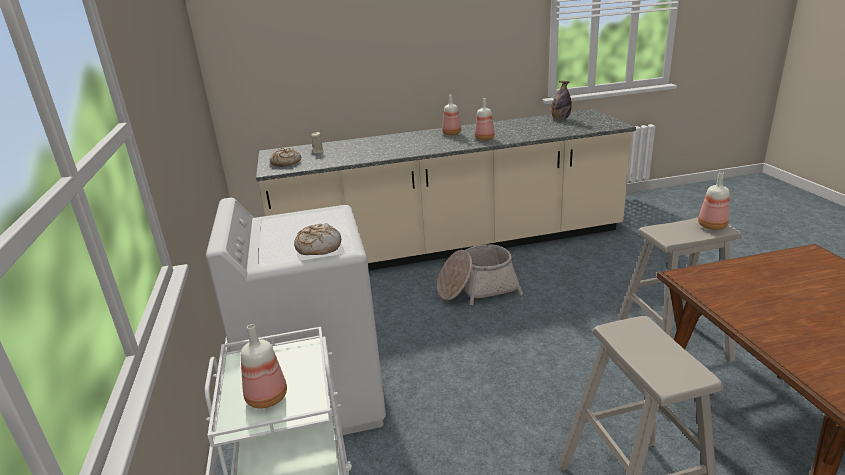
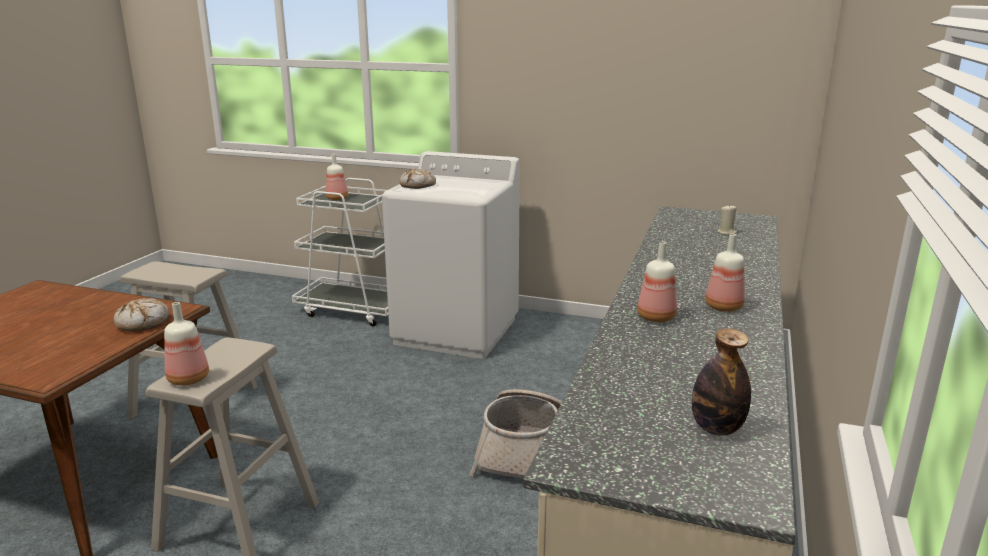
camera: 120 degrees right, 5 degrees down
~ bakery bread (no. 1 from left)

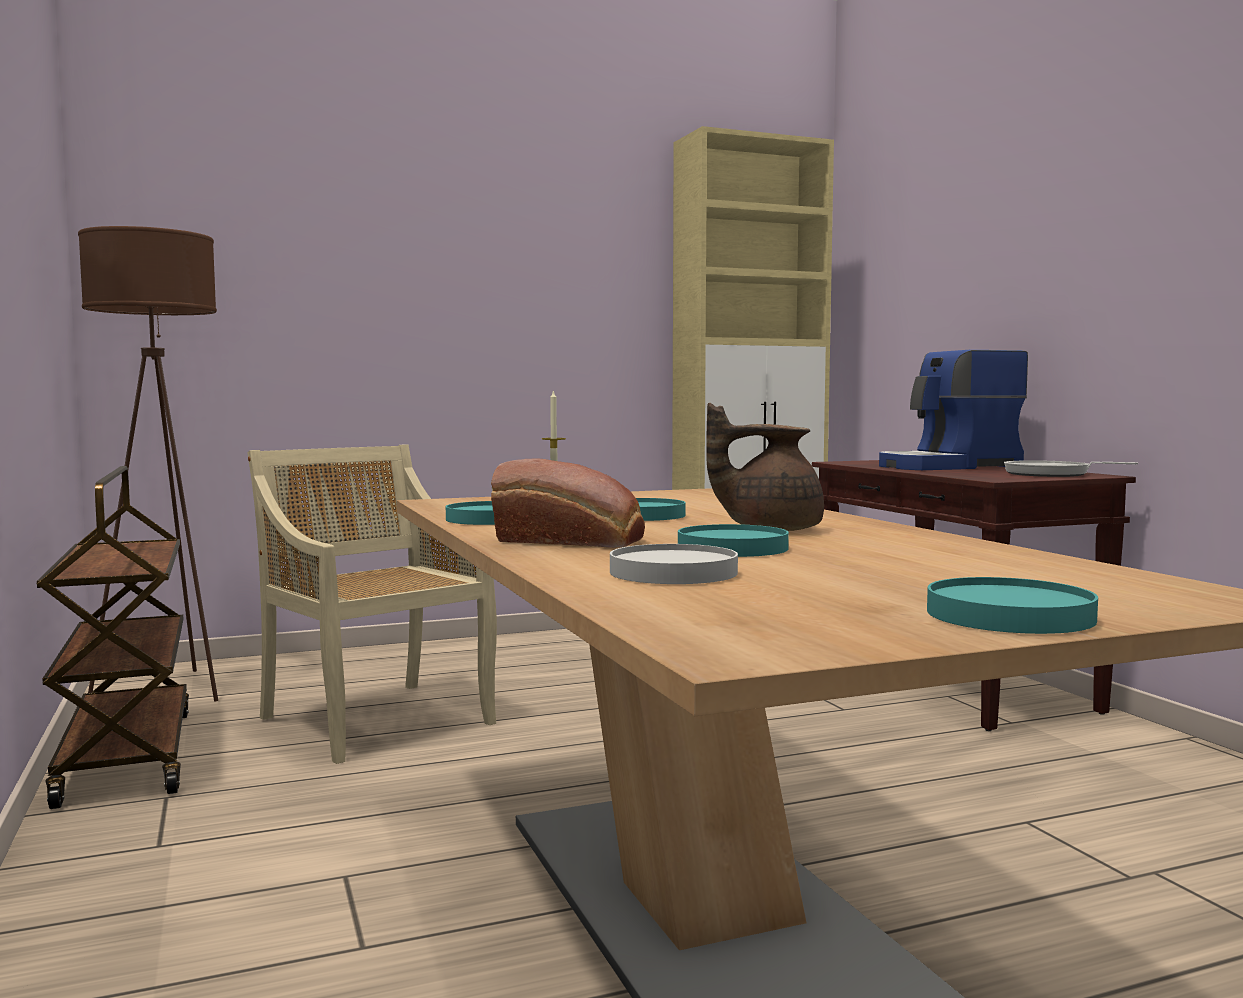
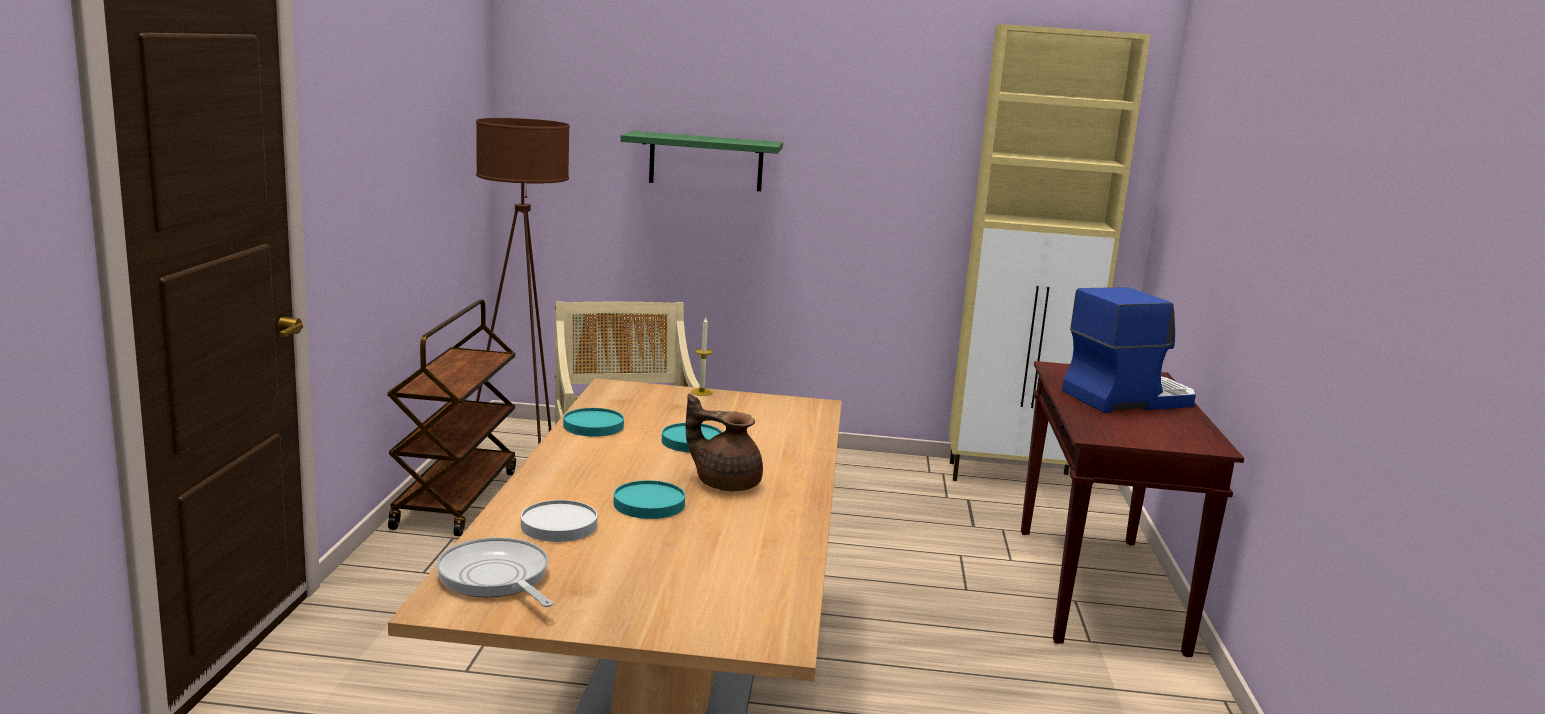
camera: 25 degrees right, 10 degrees up
~ frying pan
+ green bracket shelf
~ coffee maker 150 degrees clockwise
- bakery bread
- turquoise-coloured flat dish (no. 4 from left)

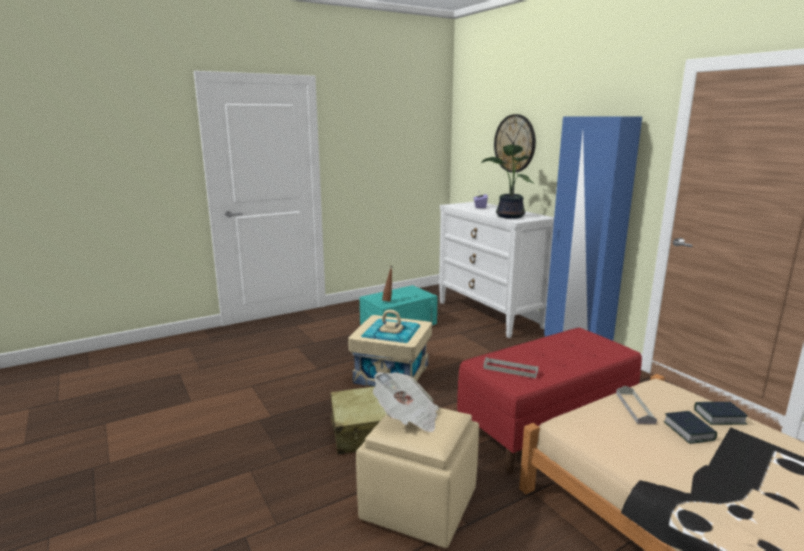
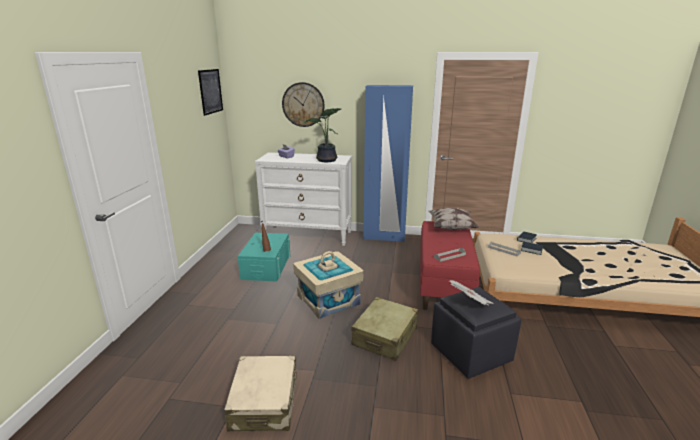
camera: 50 degrees left, 5 degrees up
+ picture
+ beige piece of luggage (no. 1 from left)
+ throw pillow
~ beige ottoman to black-coloured ottoman

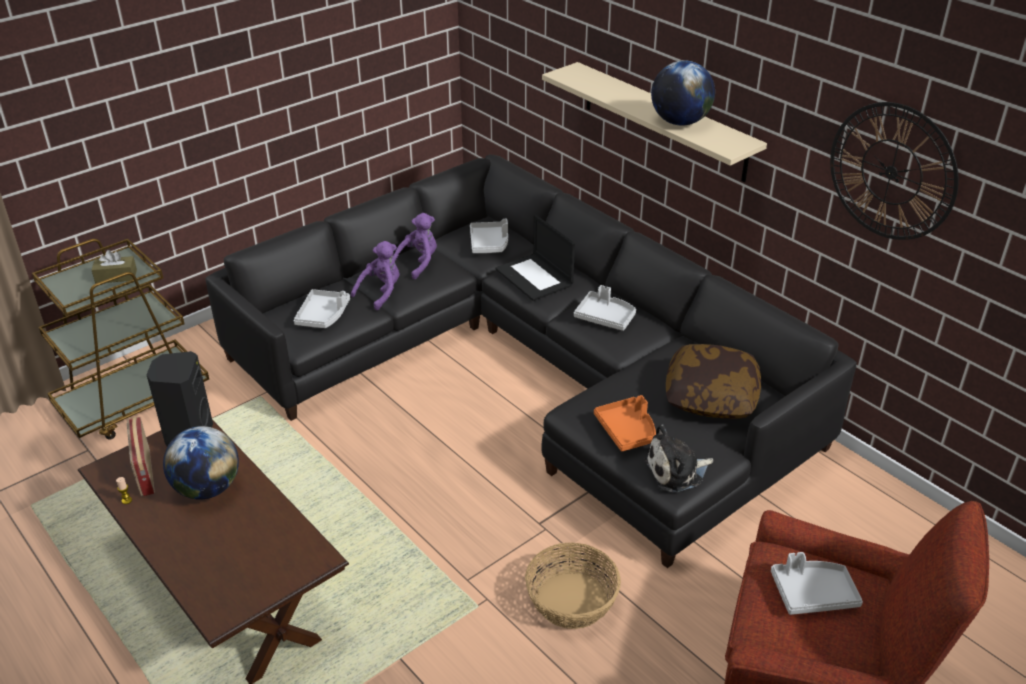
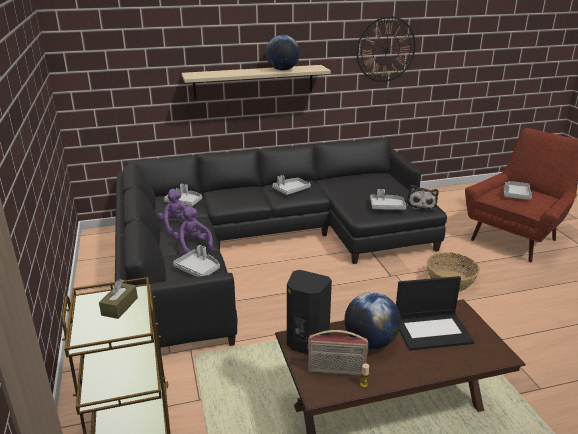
camera: 65 degrees left, 10 degrees down
~ orangey carrying tray to grey carrying tray (no. 4 from left)
~ notebook computer
- throw pillow

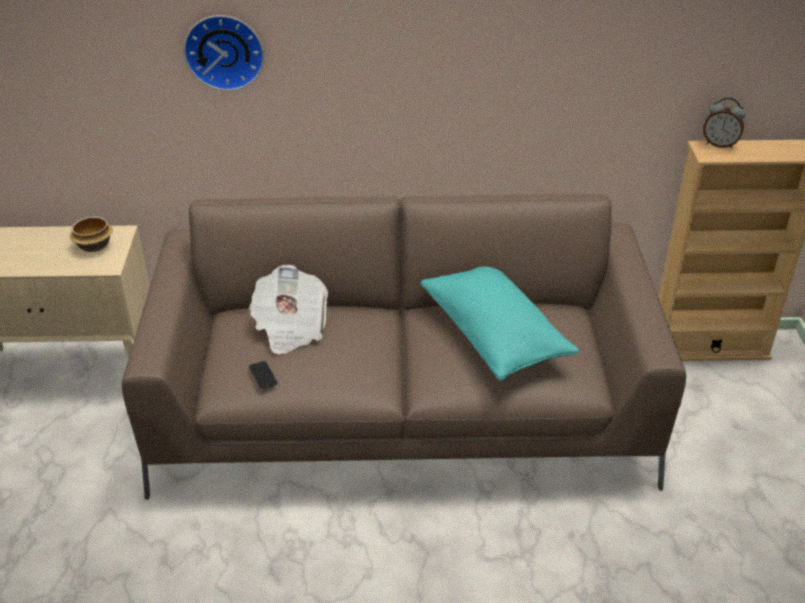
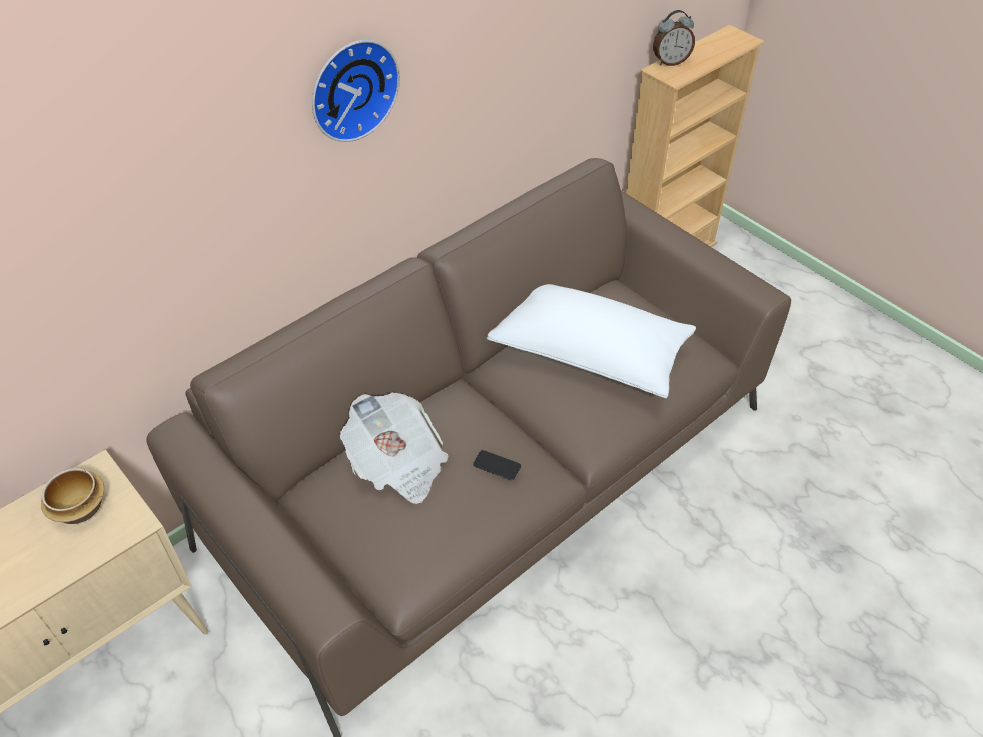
camera: 40 degrees left, 10 degrees up
~ clock on the wall
~ handset
~ turquoise-coloured throw pillow to white-coloured throw pillow

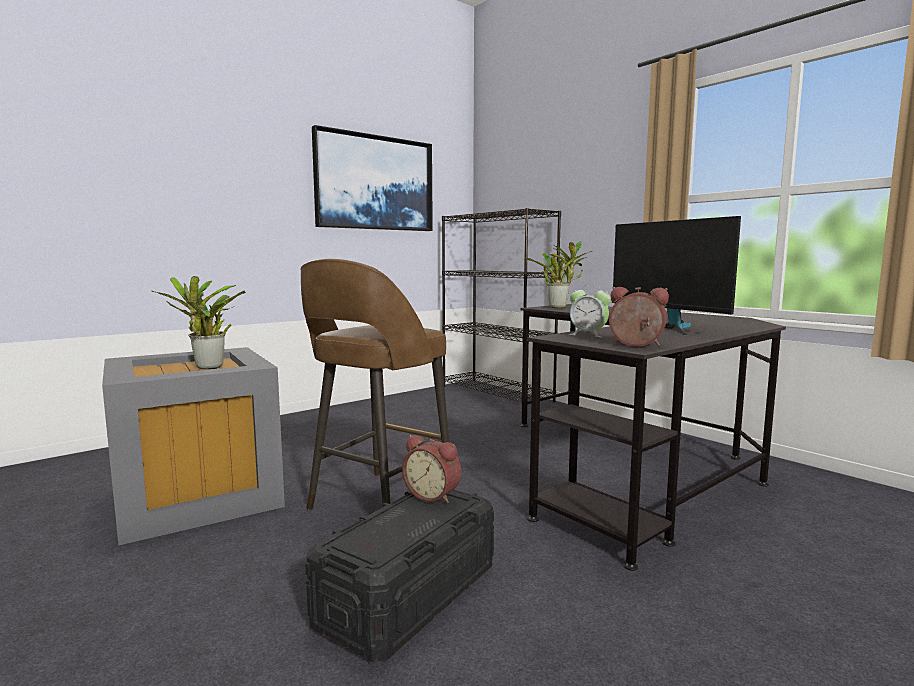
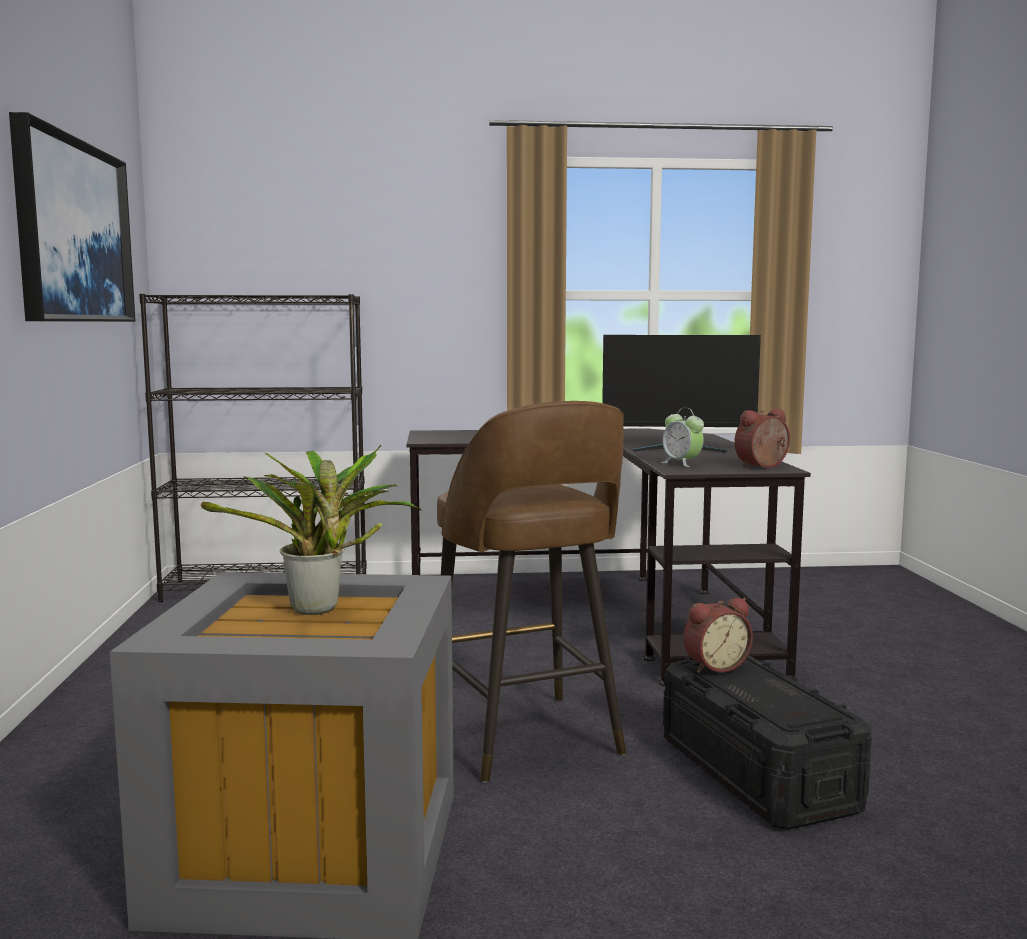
camera: 55 degrees left, 0 degrees up
~ bedside clock (no. 2 from left in the first image) 75 degrees clockwise
- plant in a pot (no. 2 from left)

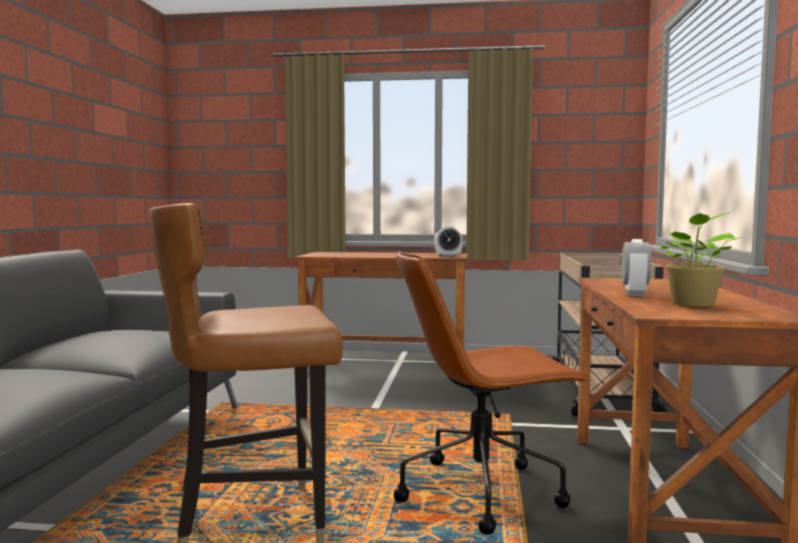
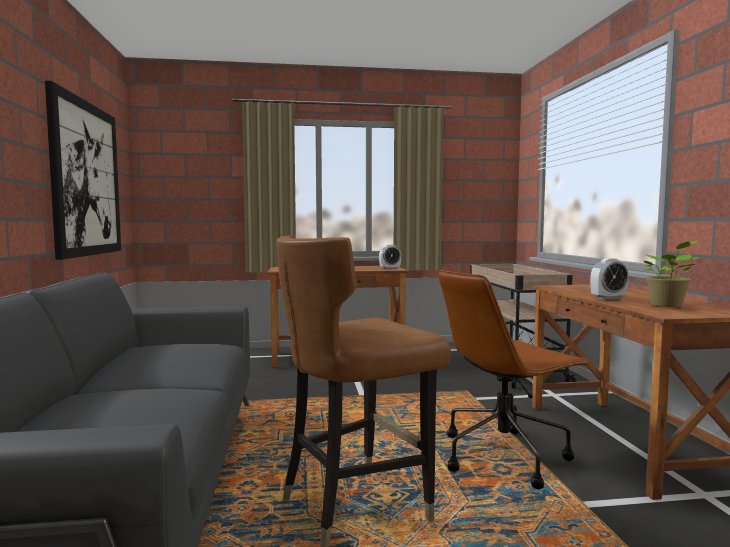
camera: 15 degrees left, 0 degrees up
+ picture
~ bedside clock (no. 2 from left) 75 degrees clockwise

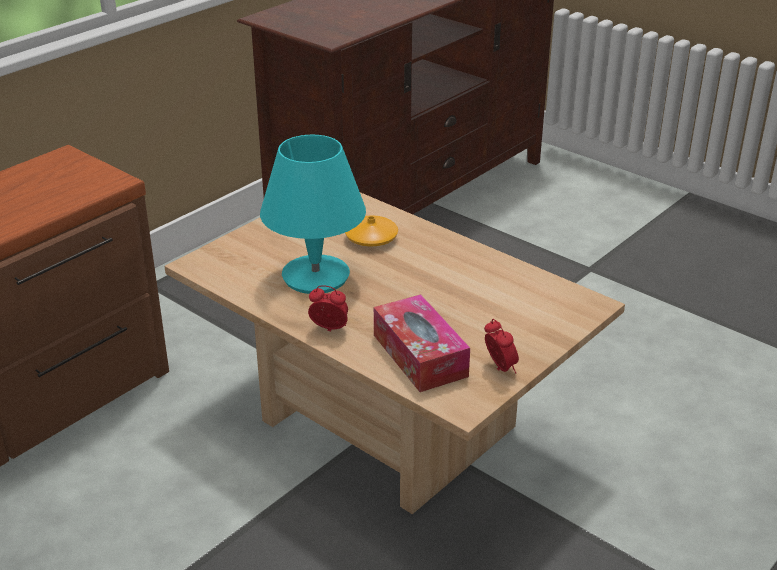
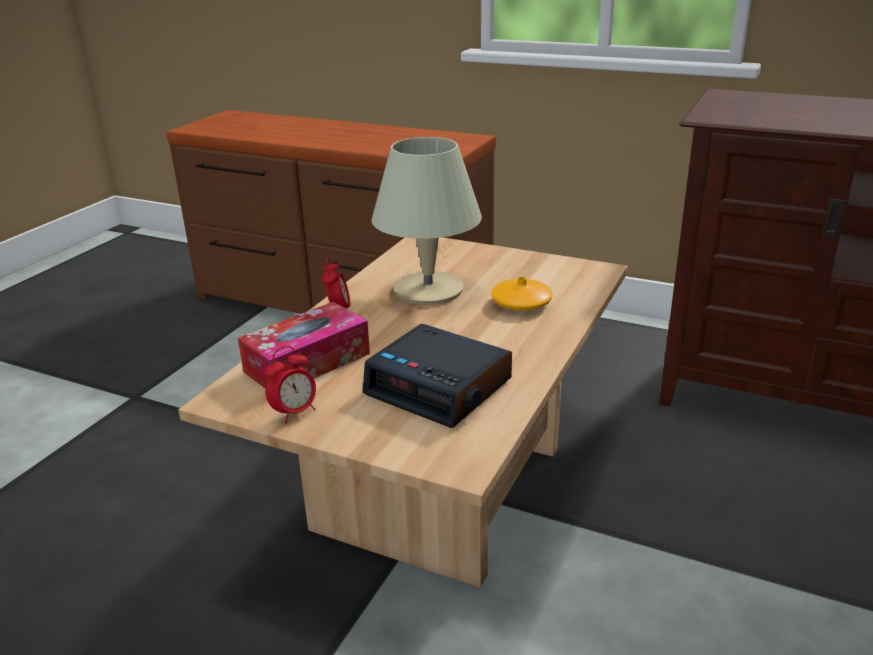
camera: 75 degrees right, 5 degrees down
+ bedside clock (no. 3 from left)
~ turquoise-coloured lamp for a table to beige lamp for a table

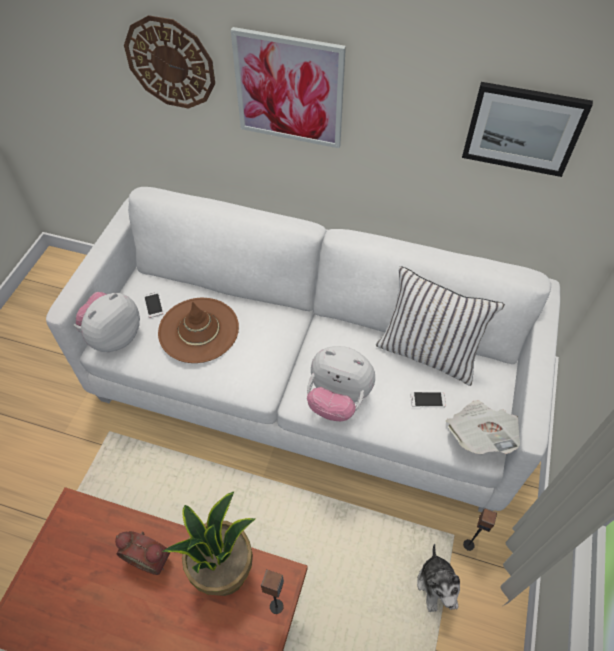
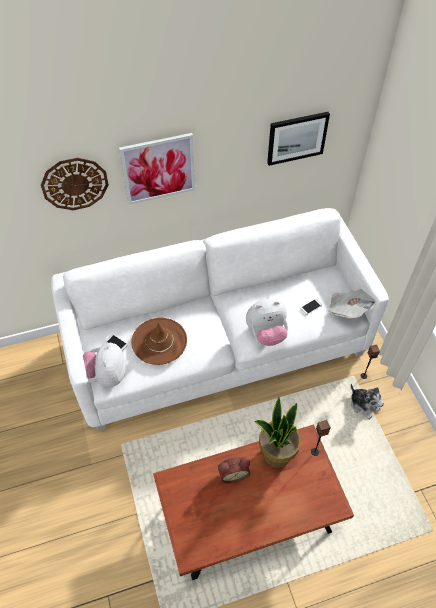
camera: 35 degrees left, 0 degrees up
- white-coloured throw pillow

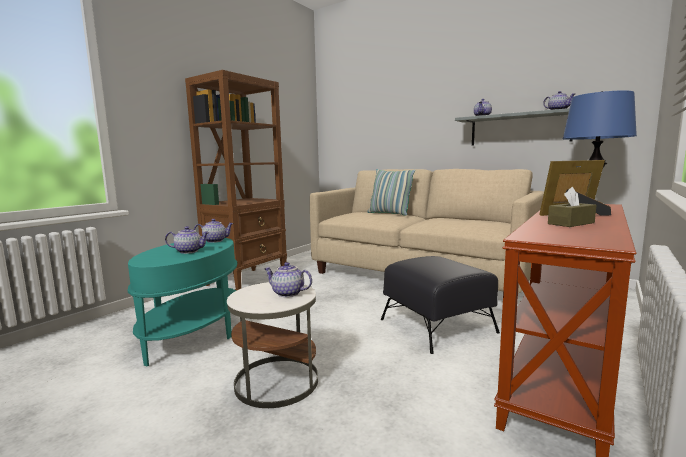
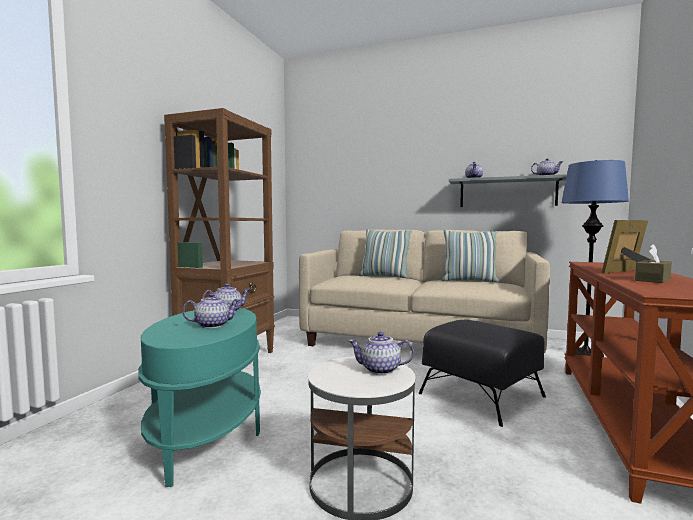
camera: 15 degrees left, 5 degrees down
+ throw pillow (no. 2 from left)

